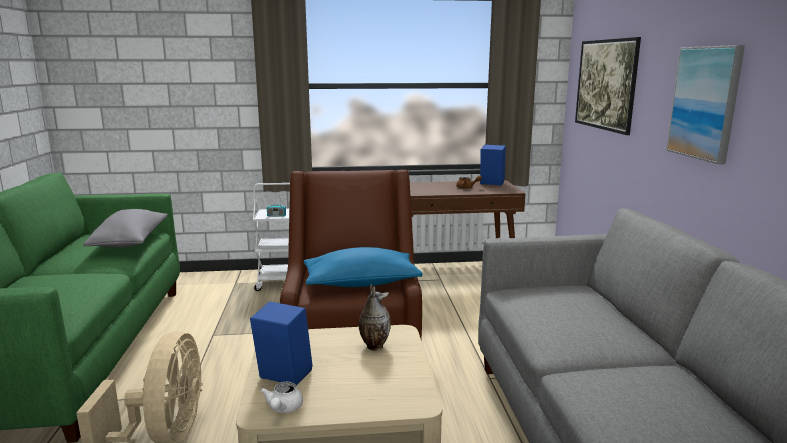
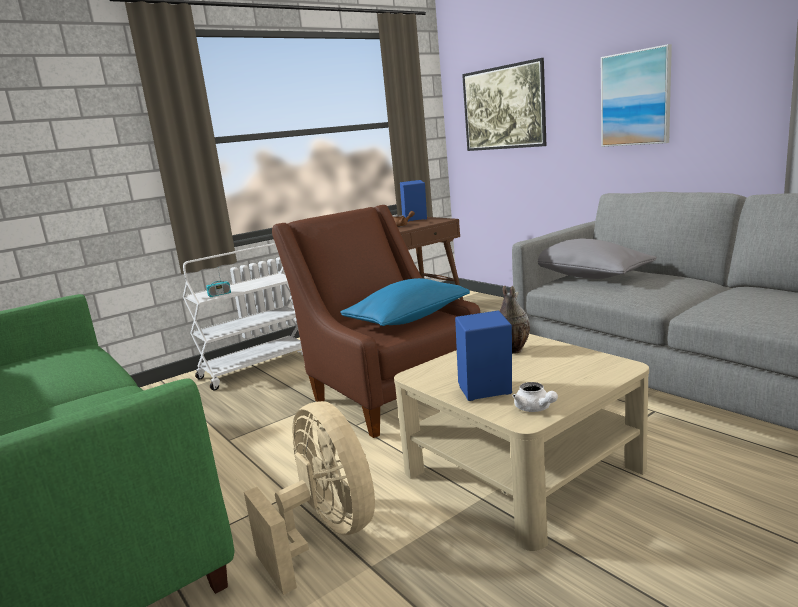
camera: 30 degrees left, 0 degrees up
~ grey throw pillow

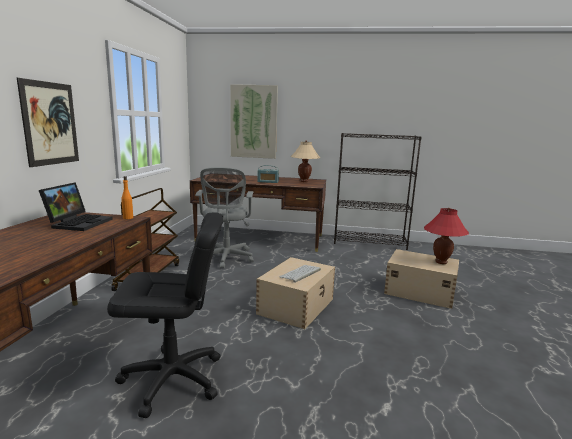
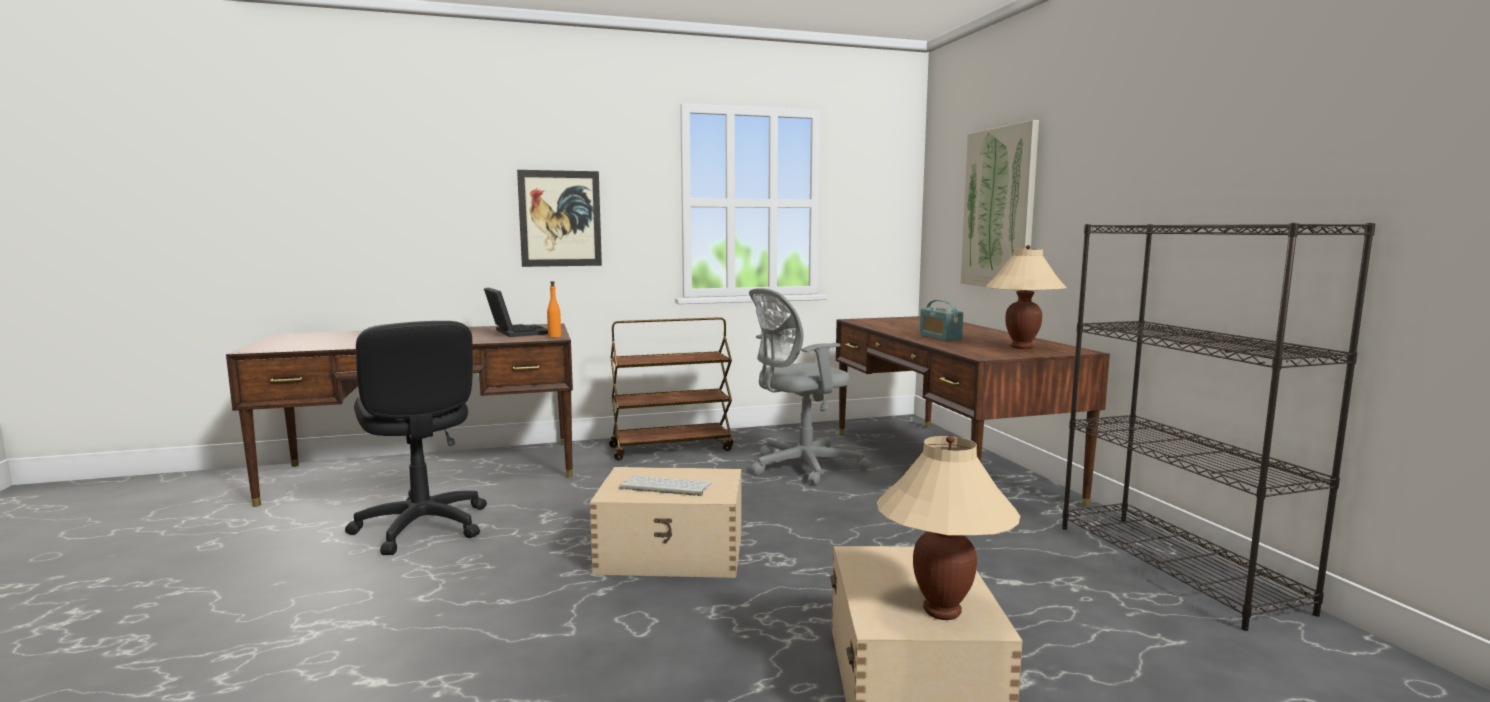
camera: 65 degrees right, 5 degrees down
~ notebook computer 105 degrees counterclockwise
~ red-coloured lamp for a table to beige lamp for a table (no. 1 from left)

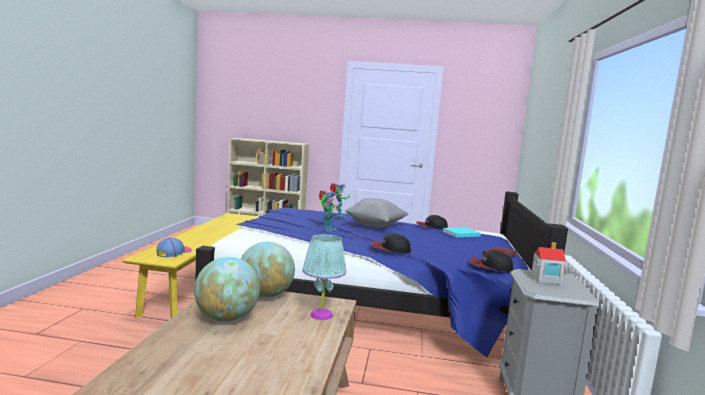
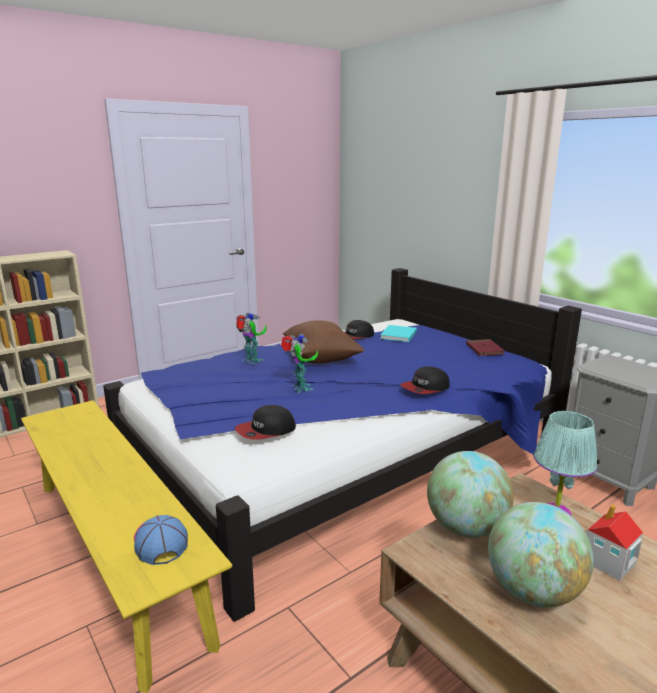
camera: 45 degrees left, 10 degrees up
~ baseball cap (no. 4 from left in the first image) to baseball cap (no. 2 from left)
~ grey throw pillow to brown throw pillow
~ miniature house

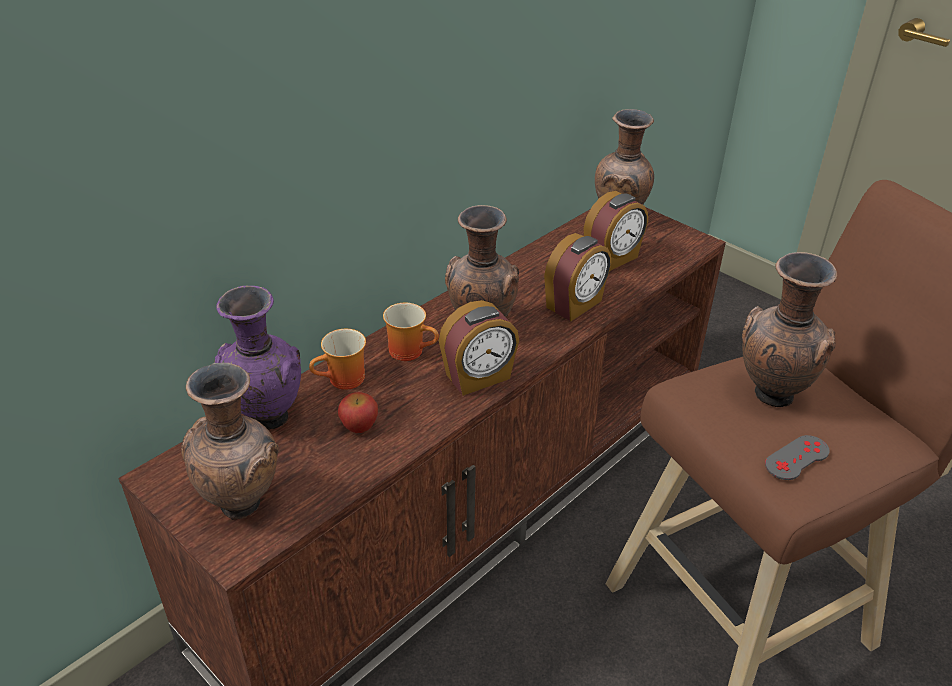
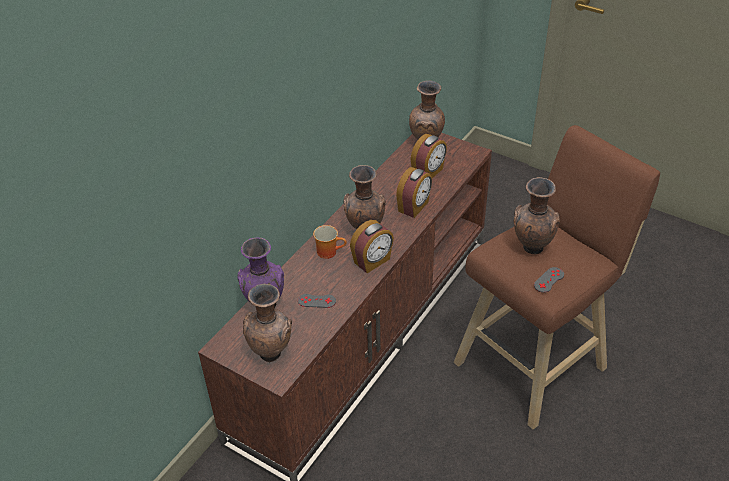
camera: 10 degrees left, 5 degrees up
~ apple fruit to grey game controller (no. 1 from left)
- tea mug (no. 1 from left)

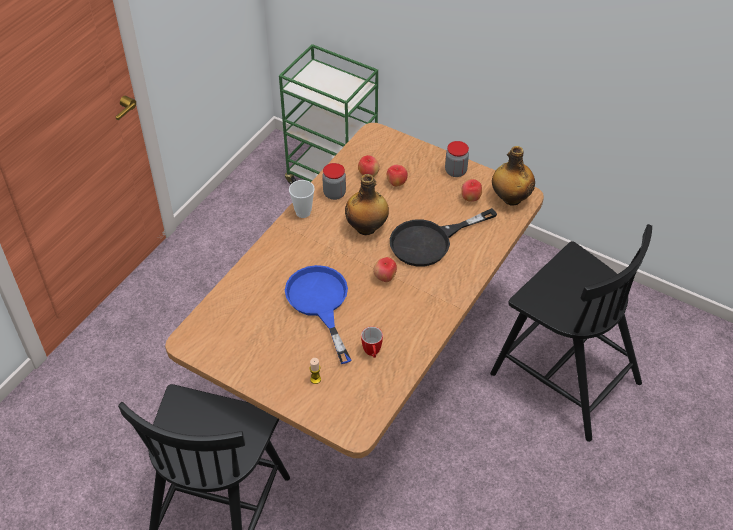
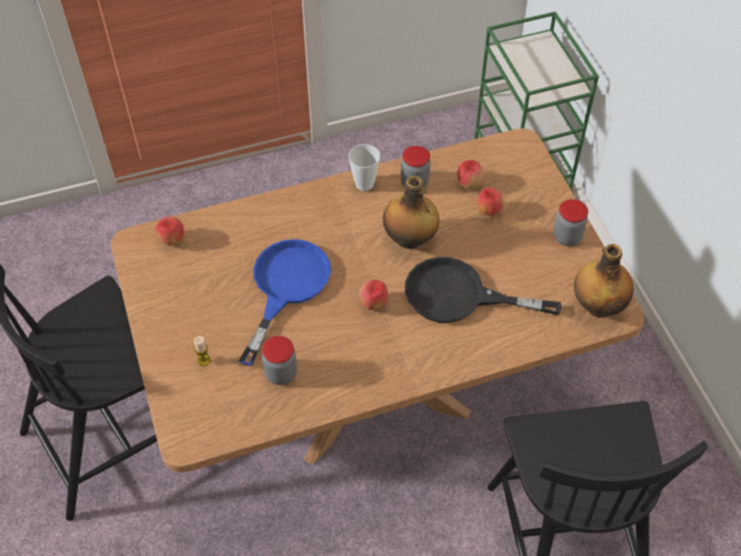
camera: 40 degrees right, 5 degrees up
~ apple fruit (no. 4 from left in the first image) to apple fruit (no. 1 from left)
~ tea mug to jar (no. 1 from left)

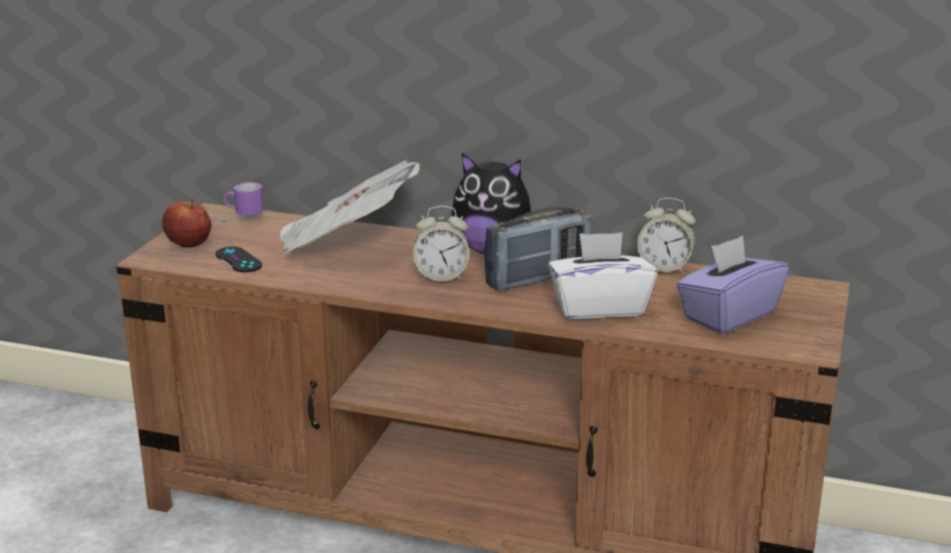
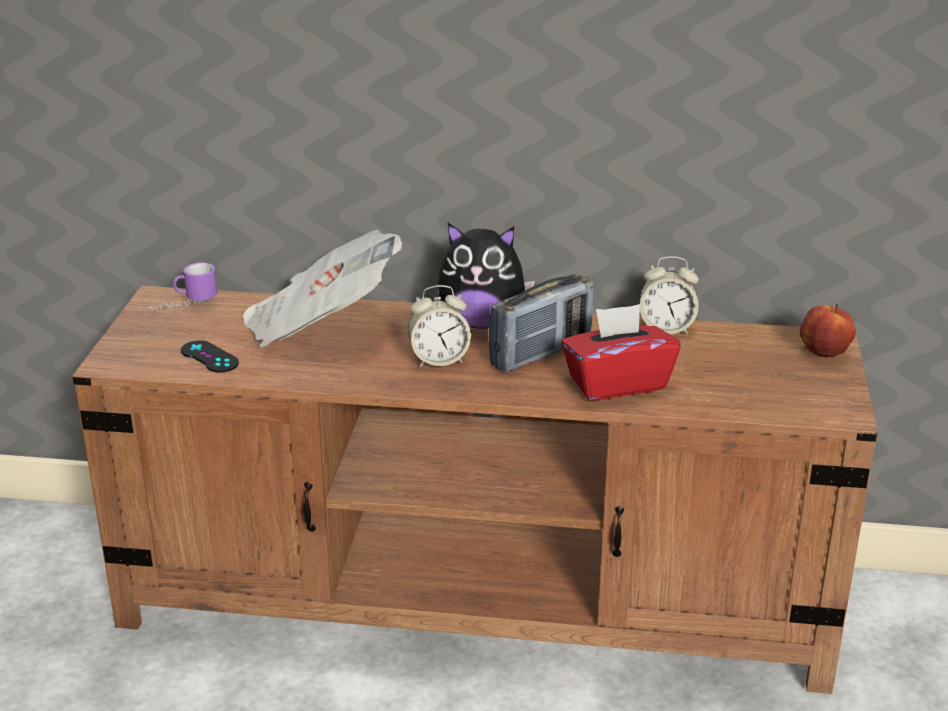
camera: 10 degrees left, 5 degrees up
~ white-coloured tissue holder to red-coloured tissue holder
~ apple fruit
- purplish tissue holder

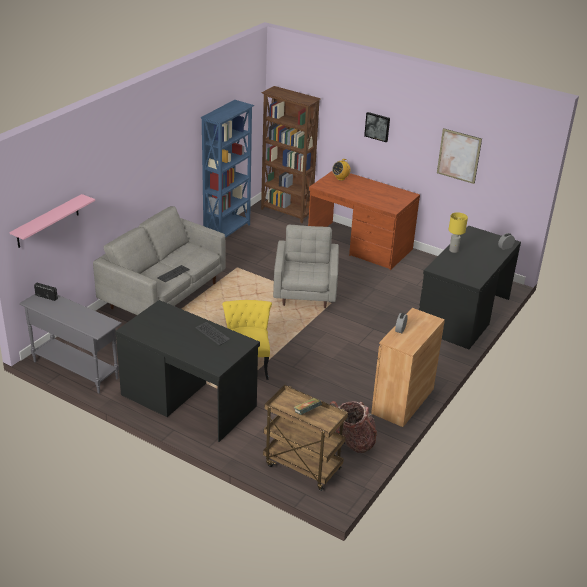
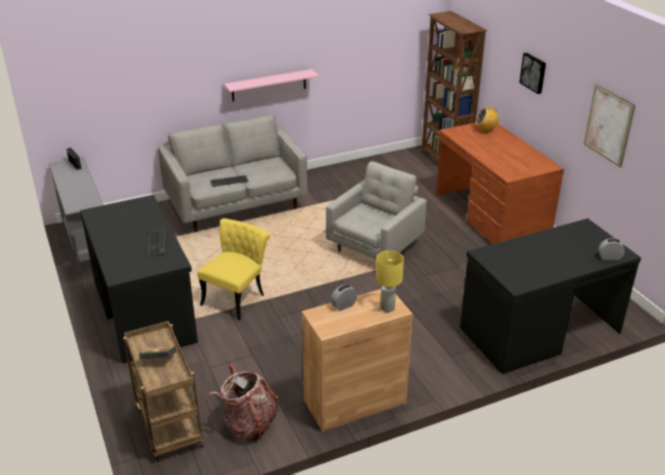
camera: 35 degrees right, 0 degrees up
~ pink-coloured bracket shelf
~ yellow lamp for a table
- bluish shelving unit

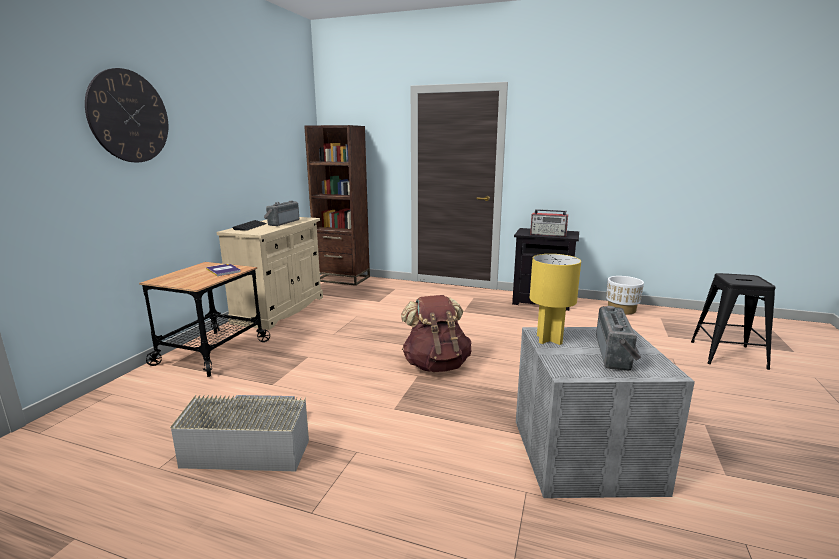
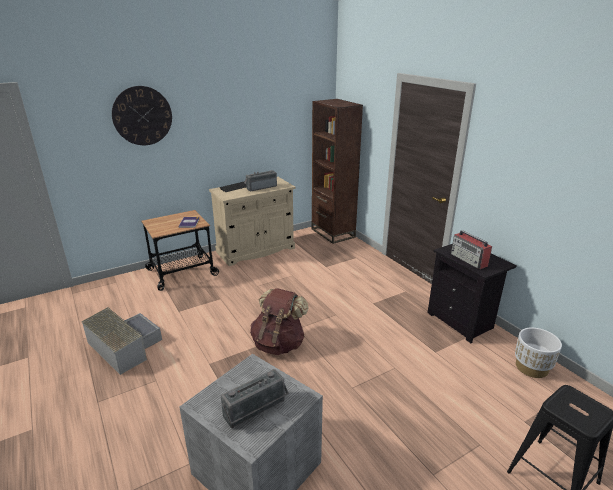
camera: 40 degrees right, 10 degrees up
- yellow lamp for a table

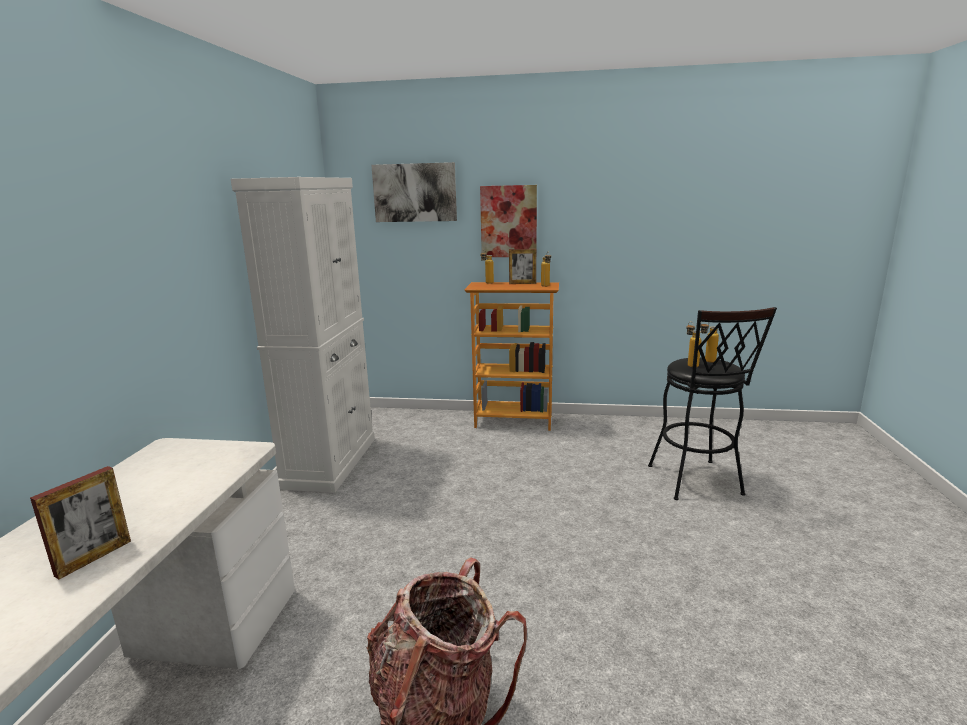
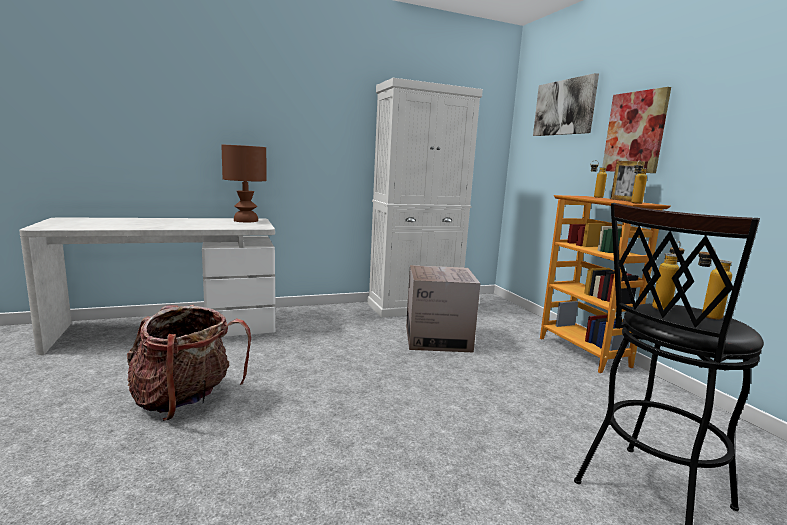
camera: 60 degrees right, 5 degrees down
+ brown lamp for a table
+ carton
- photo frame (no. 1 from left)

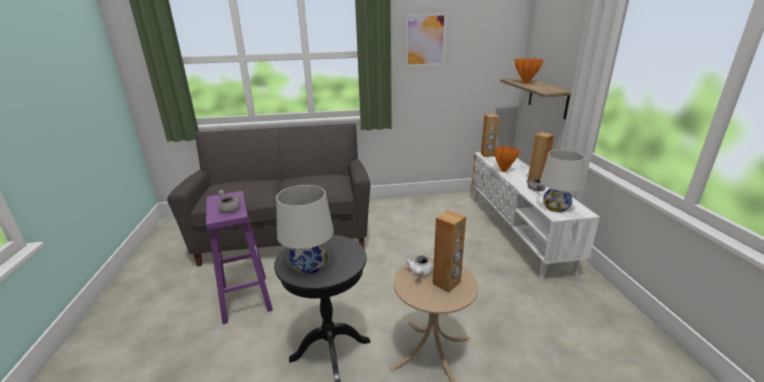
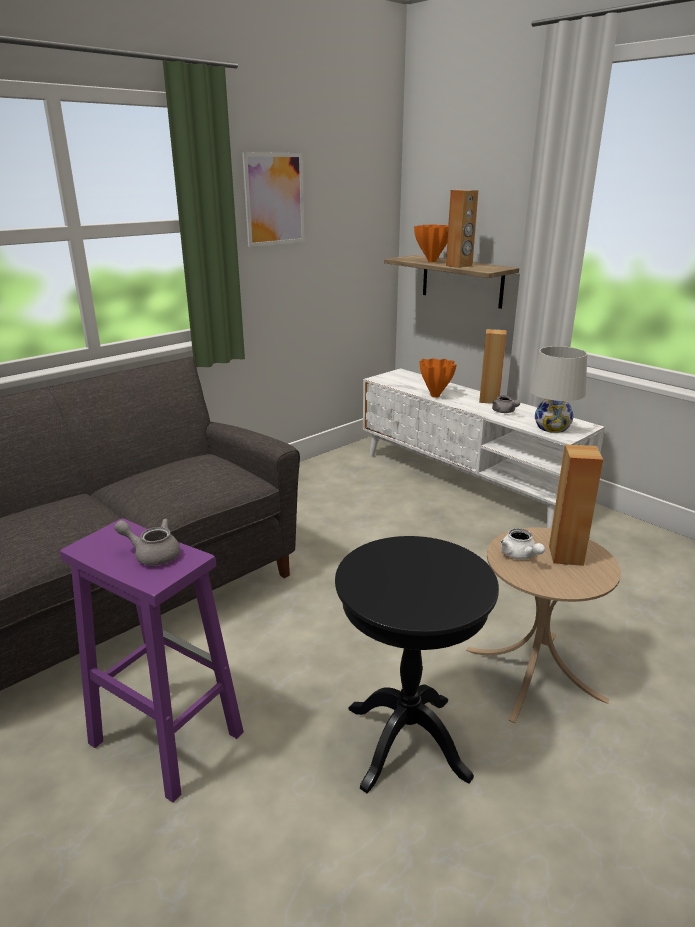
camera: 35 degrees left, 0 degrees up
~ brown loudspeaker (no. 2 from left in the first image) to brown loudspeaker (no. 1 from left)
- white-coloured lamp for a table (no. 1 from left)

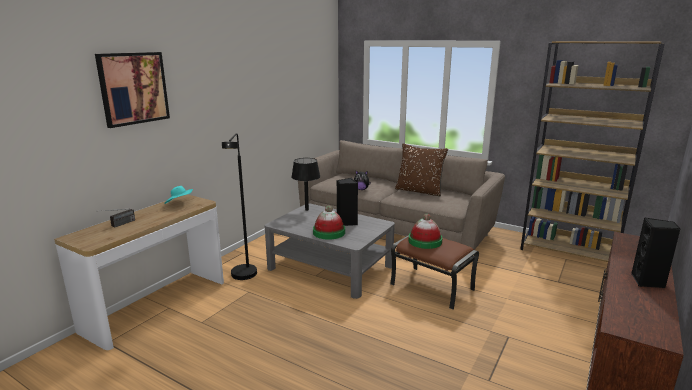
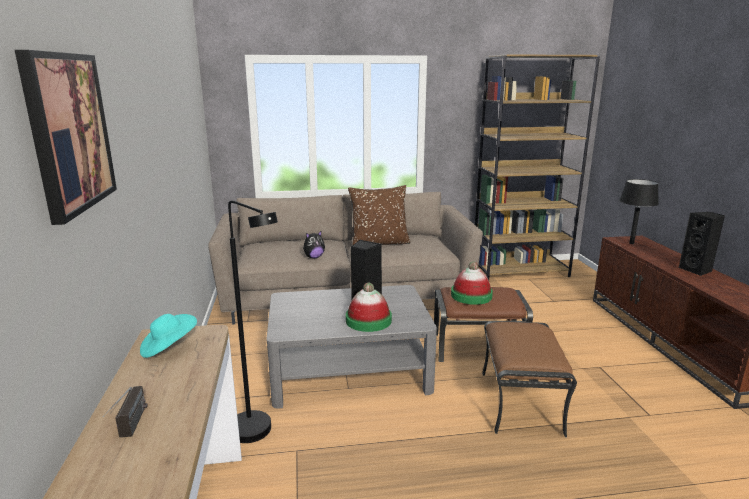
camera: 40 degrees left, 0 degrees up
+ brown ottoman (no. 2 from left)
~ black-coloured lamp for a table

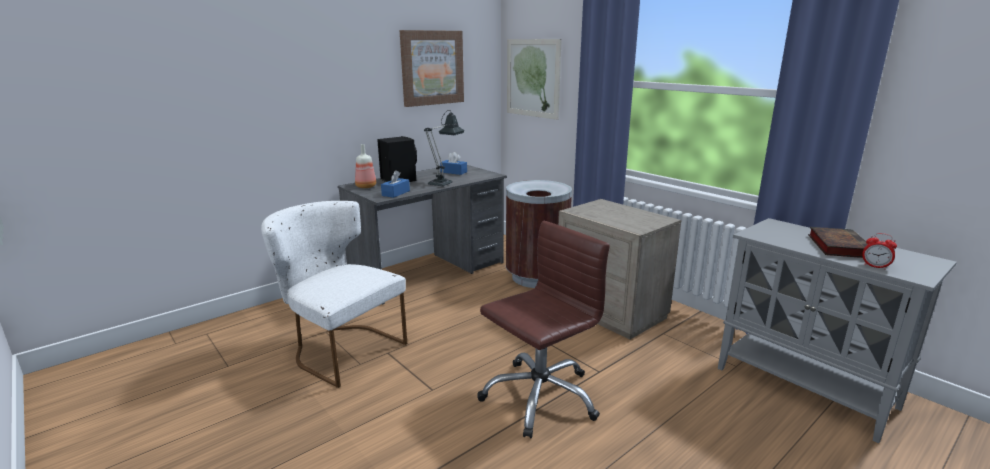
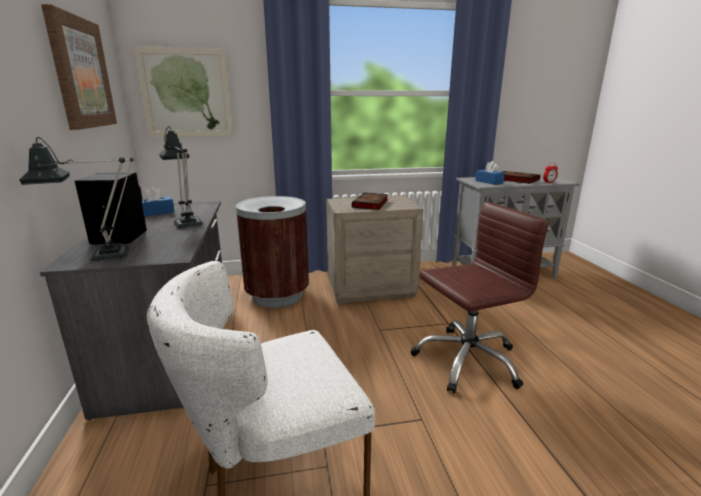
camera: 60 degrees left, 0 degrees up
~ beverage bottle to lamp for a table (no. 1 from left)
+ bound book (no. 1 from left)
~ brown desk chair 75 degrees clockwise
~ bluish tissue holder (no. 1 from left in the first image) to bluish tissue holder (no. 2 from left)

